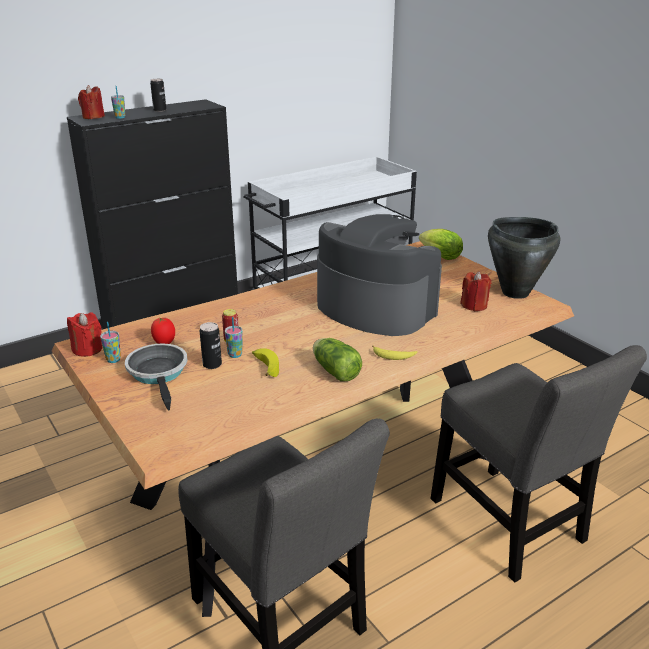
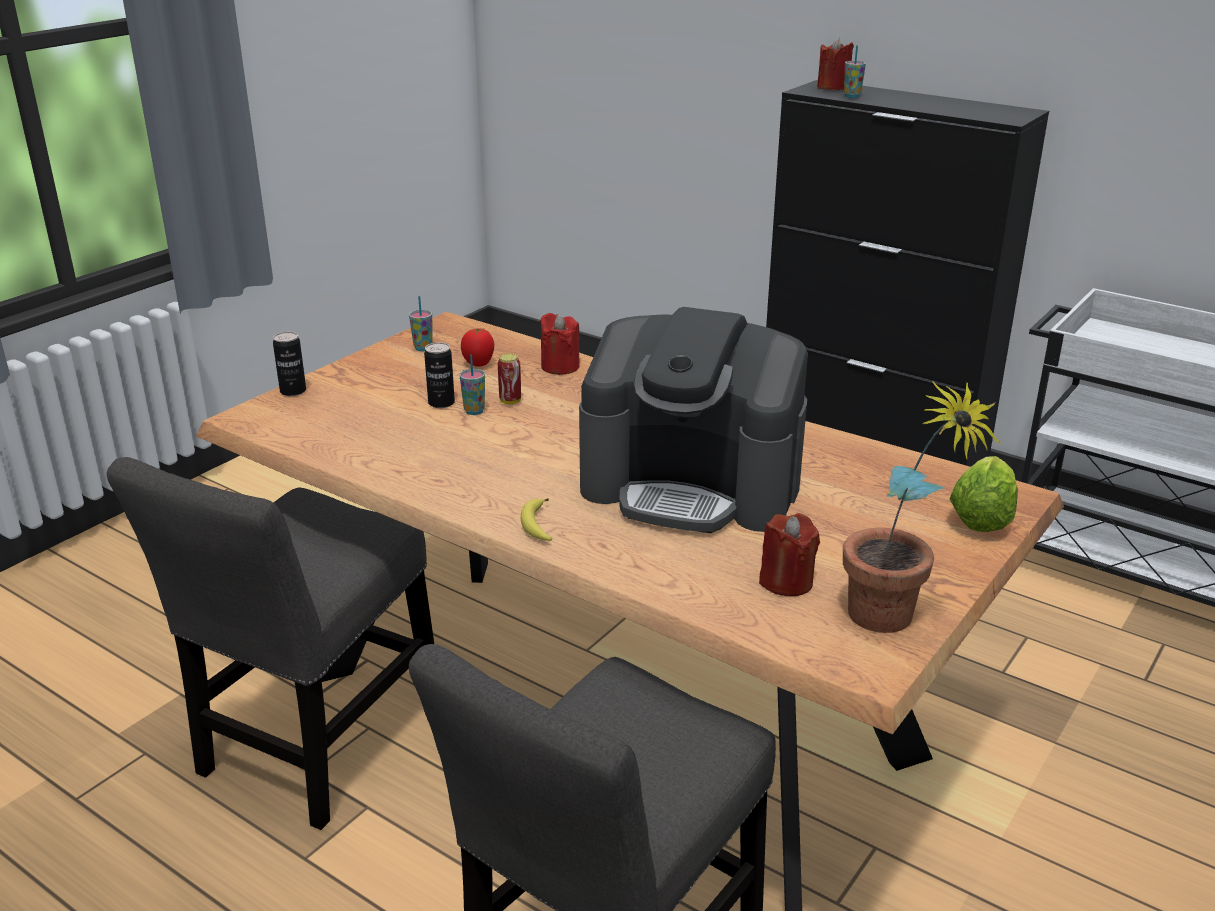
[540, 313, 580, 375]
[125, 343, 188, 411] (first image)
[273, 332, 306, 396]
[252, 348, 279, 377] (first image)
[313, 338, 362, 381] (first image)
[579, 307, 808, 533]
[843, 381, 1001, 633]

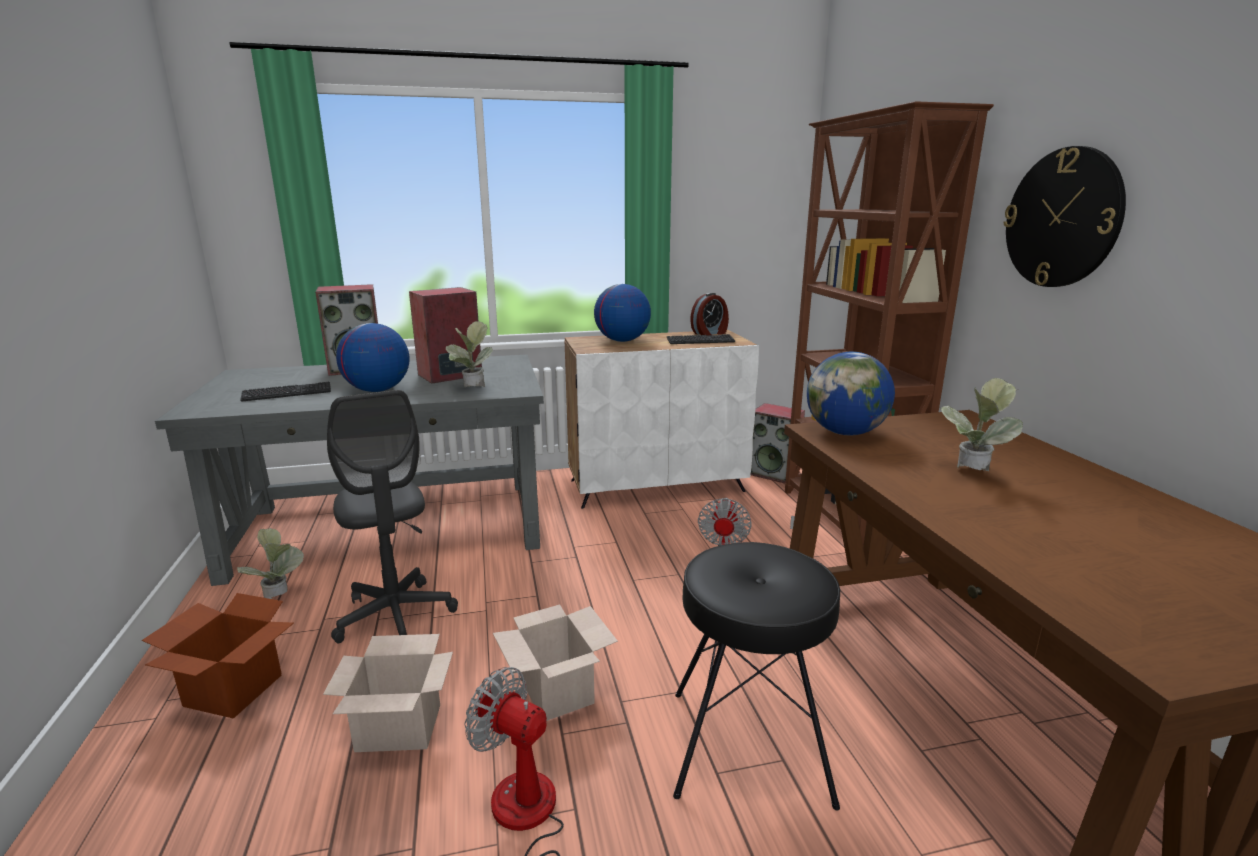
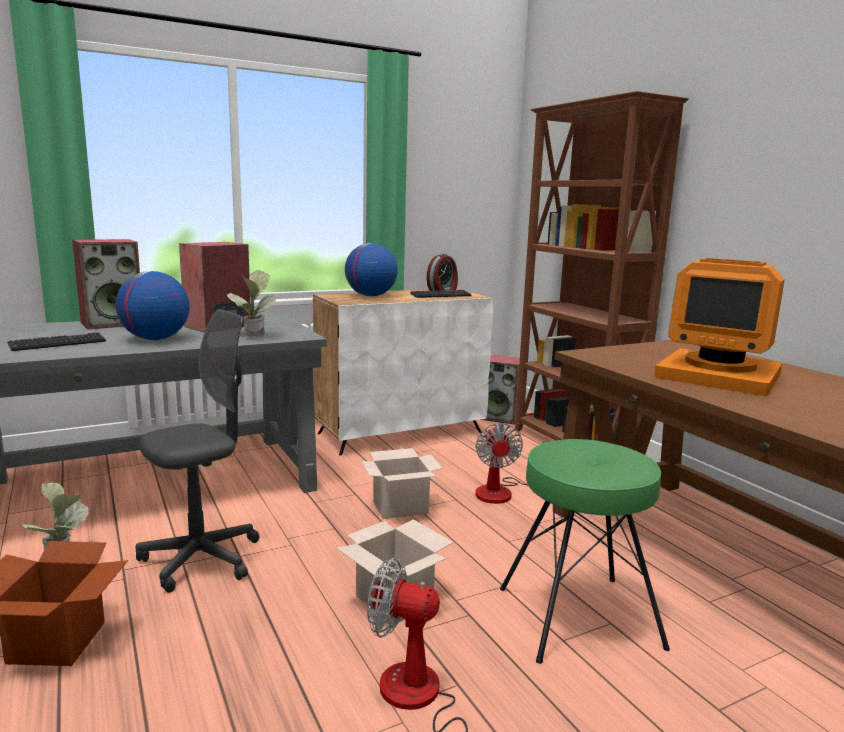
[361, 448, 443, 519]
[136, 309, 259, 593]
[500, 439, 670, 664]
[807, 352, 895, 435] (first image)
[654, 258, 785, 396]
[1003, 146, 1126, 287] (first image)

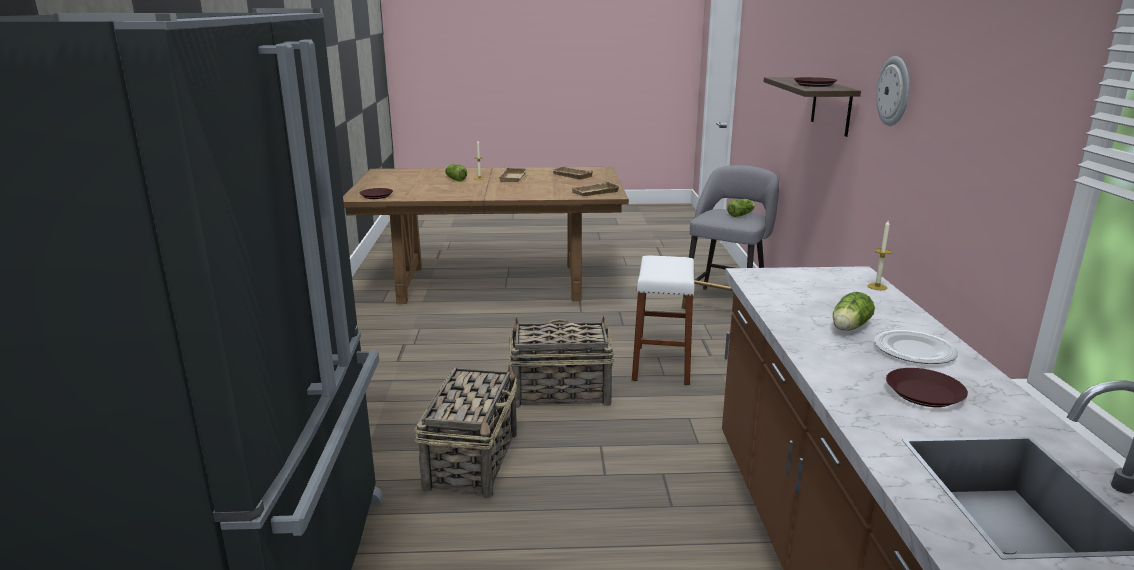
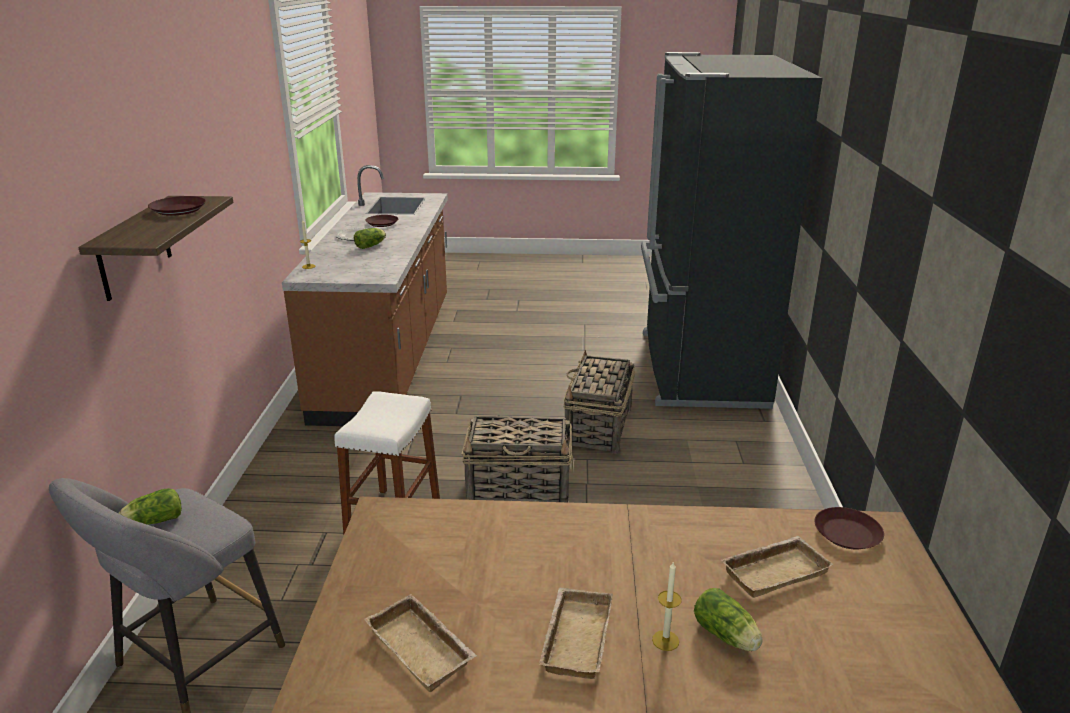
[720, 536, 834, 598]
[876, 56, 909, 126] (first image)

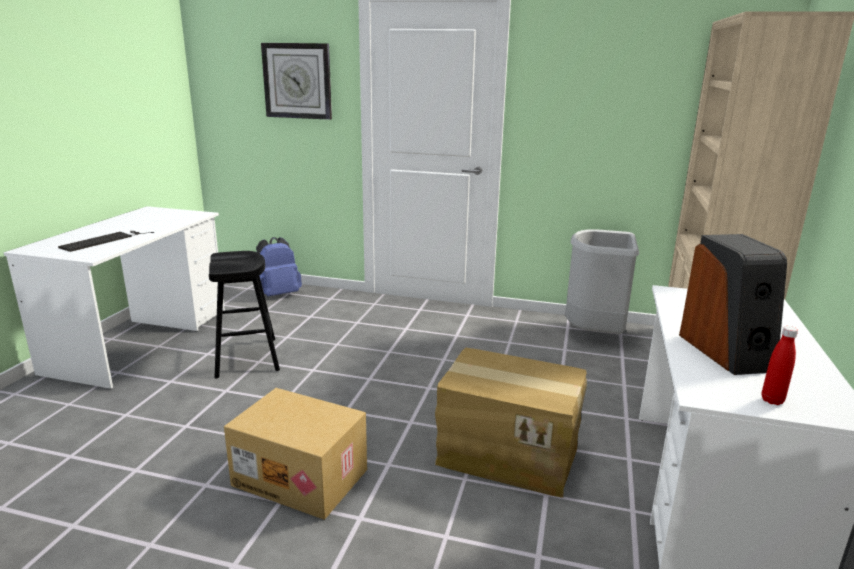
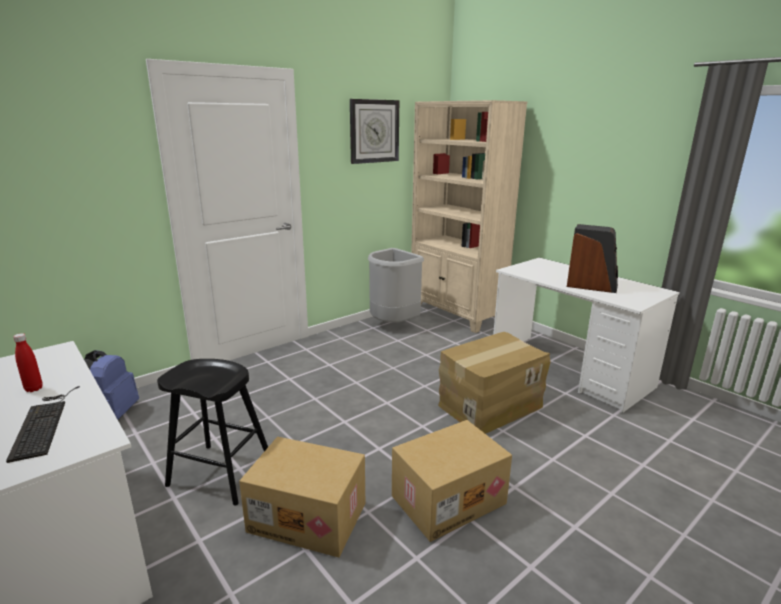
[350, 99, 399, 164]
[13, 333, 43, 392]
[239, 437, 365, 558]

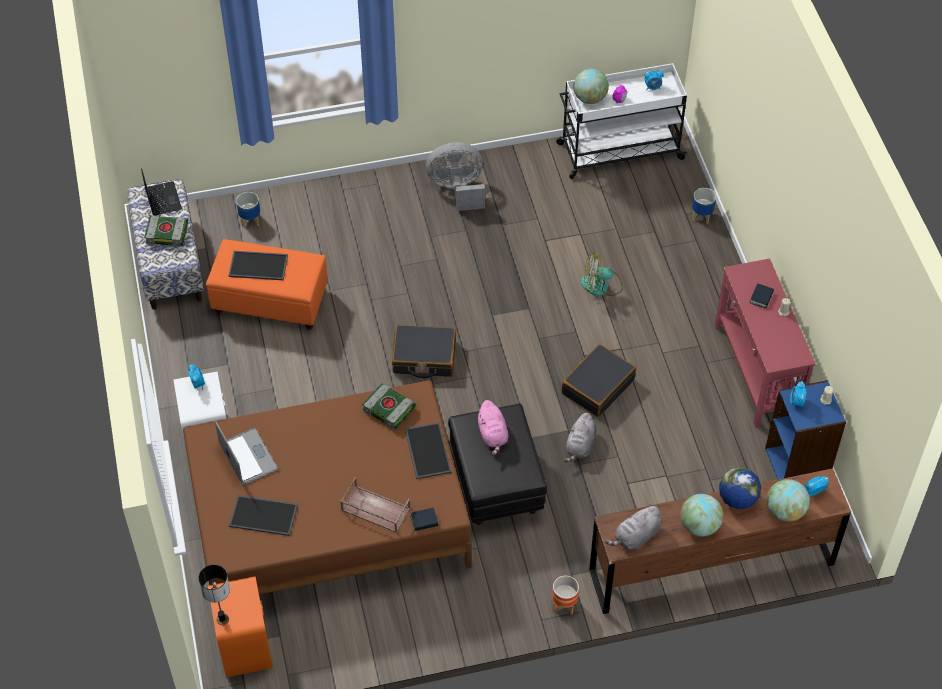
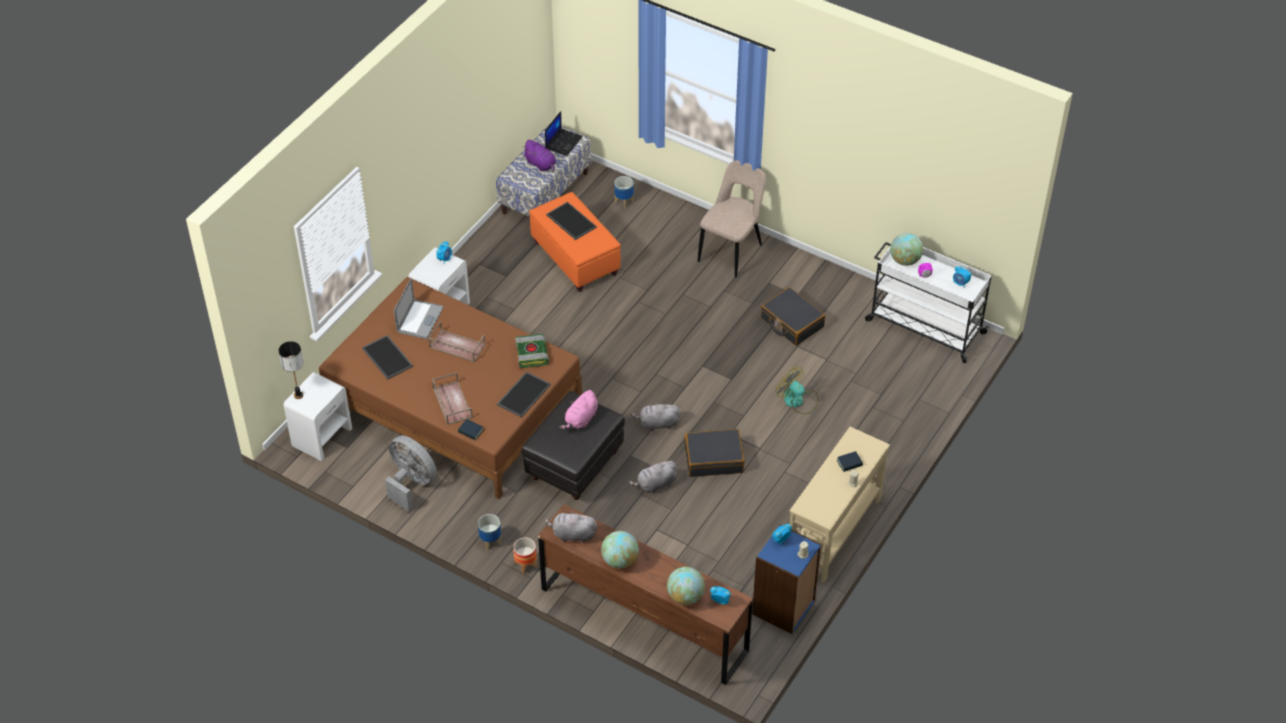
[522, 140, 556, 173]
[283, 372, 352, 461]
[761, 287, 825, 346]
[385, 435, 437, 512]
[478, 514, 501, 550]
[789, 427, 890, 582]
[719, 467, 761, 509] (first image)
[428, 321, 486, 362]
[631, 401, 681, 431]
[698, 160, 766, 278]

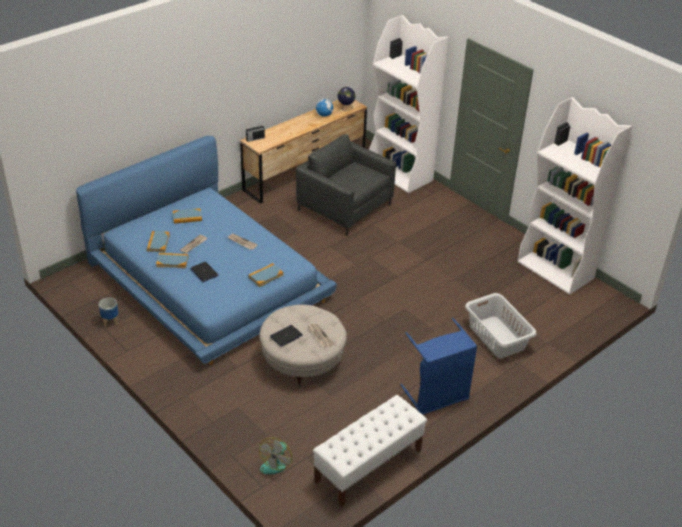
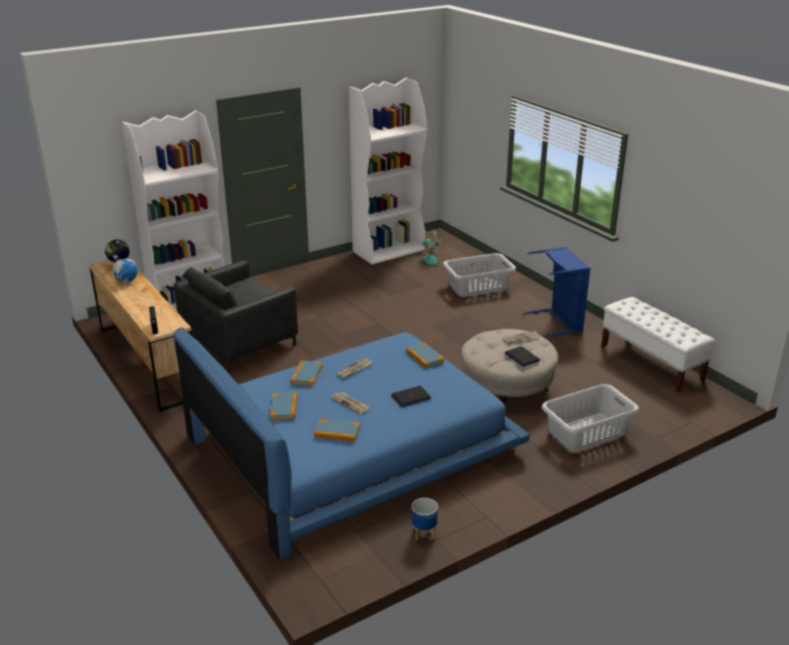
[290, 360, 323, 386]
[412, 229, 444, 266]
[541, 384, 639, 452]

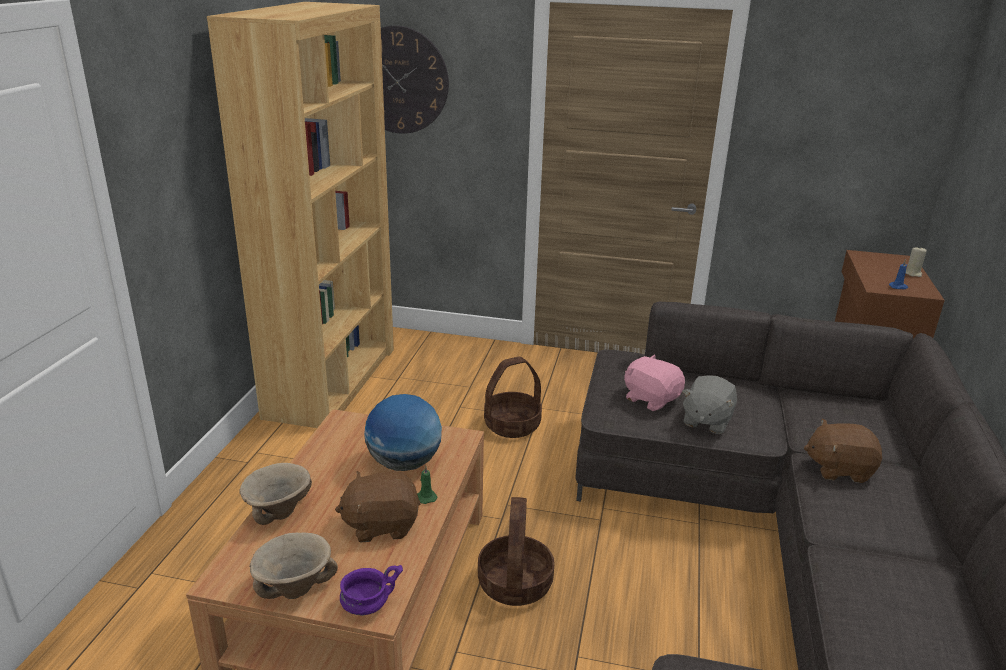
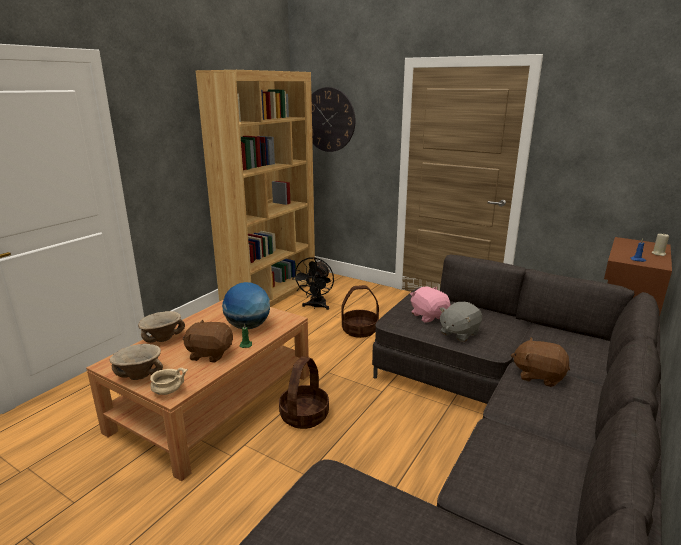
[150, 368, 188, 395]
[292, 257, 334, 310]

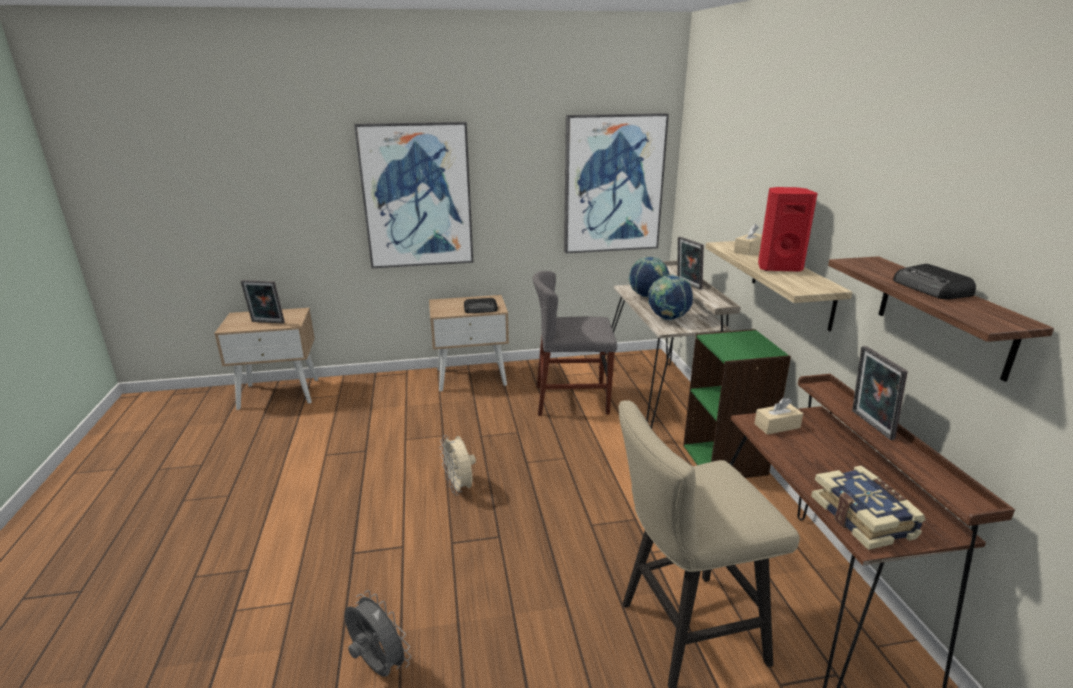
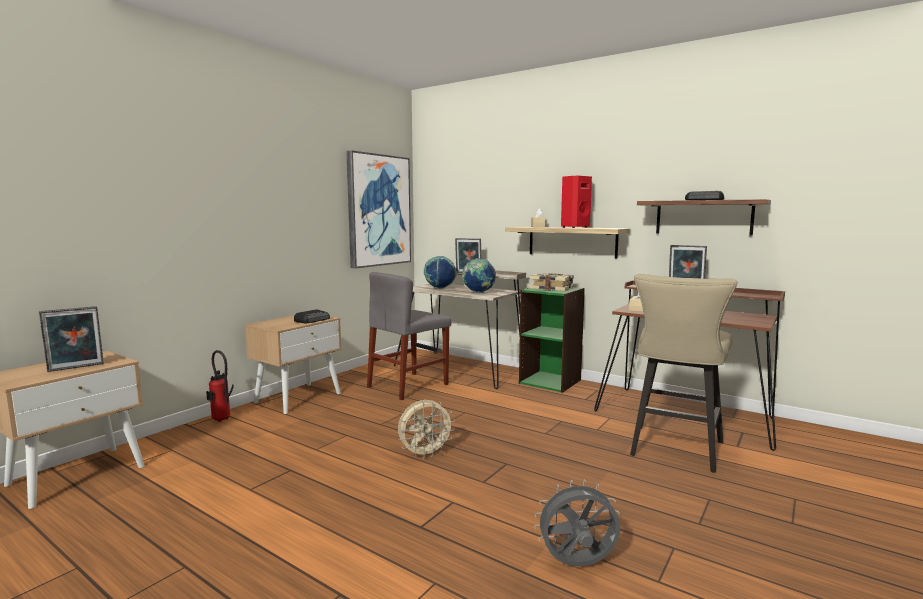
[354, 122, 473, 268] (first image)
[398, 400, 455, 459]
[529, 273, 574, 291]
[206, 350, 234, 422]

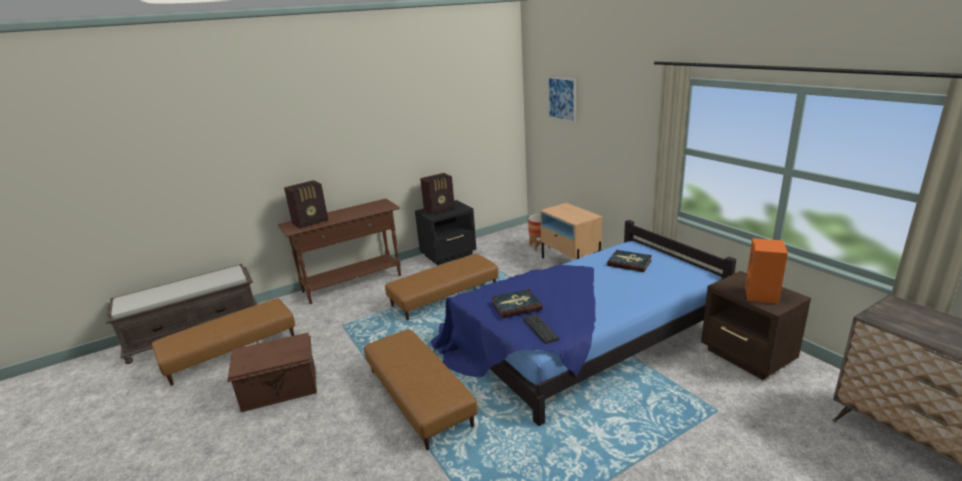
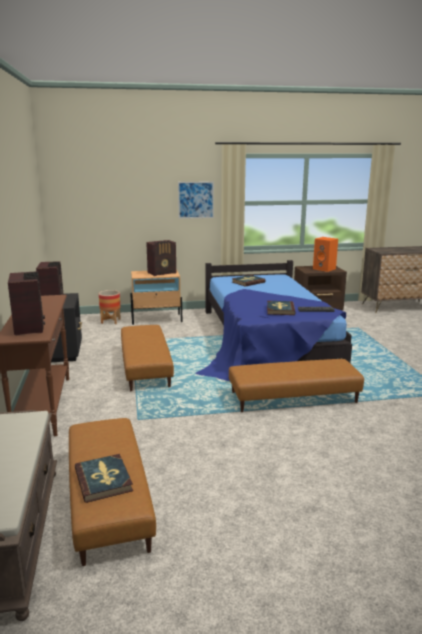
[227, 333, 317, 412] (first image)
[178, 181, 214, 219]
[75, 454, 133, 503]
[146, 240, 176, 276]

